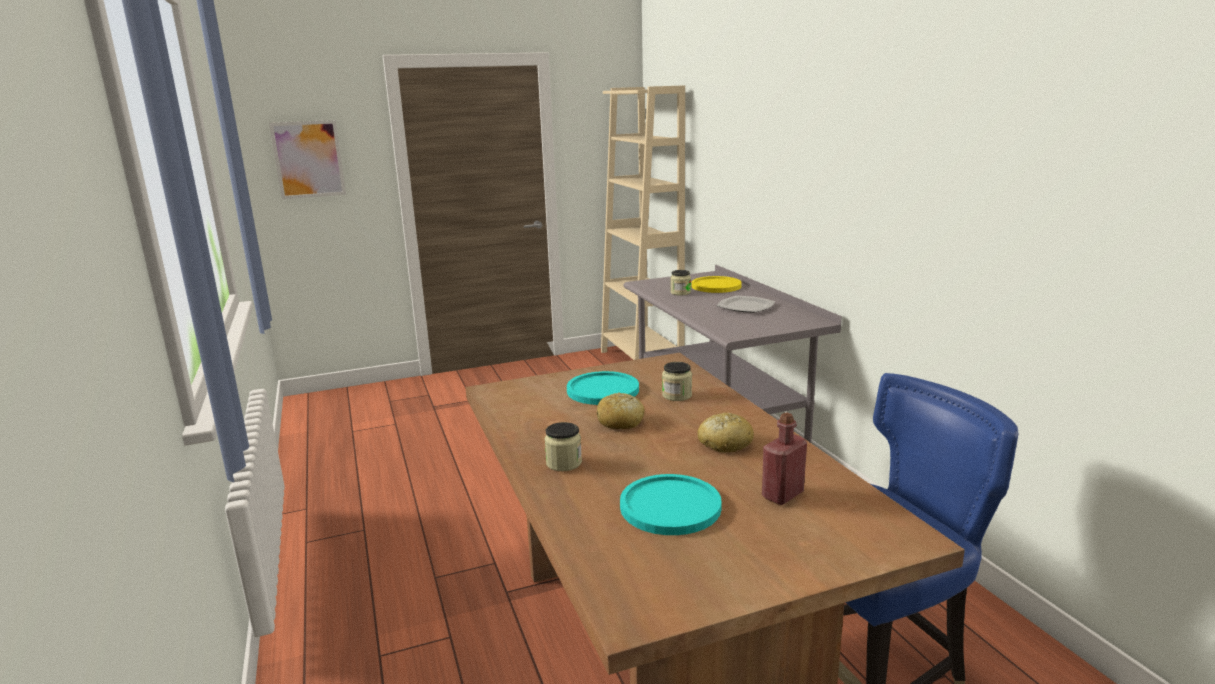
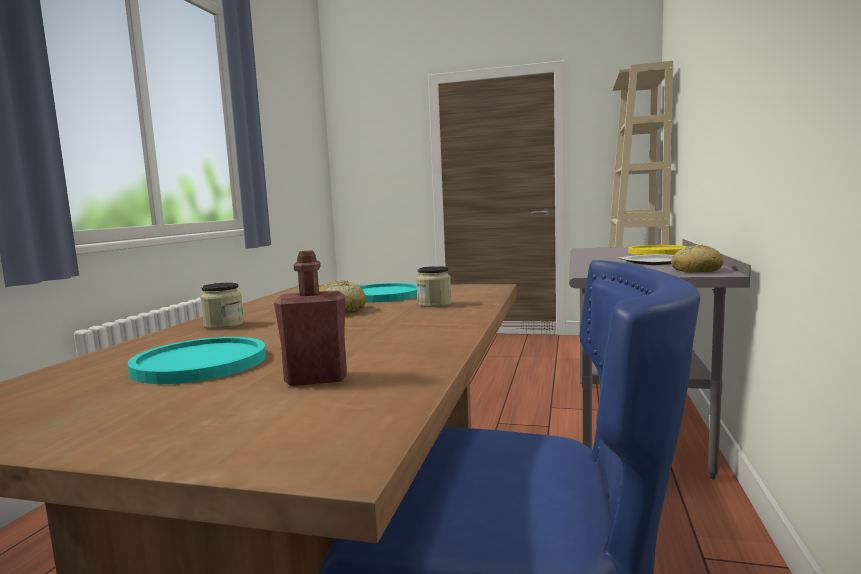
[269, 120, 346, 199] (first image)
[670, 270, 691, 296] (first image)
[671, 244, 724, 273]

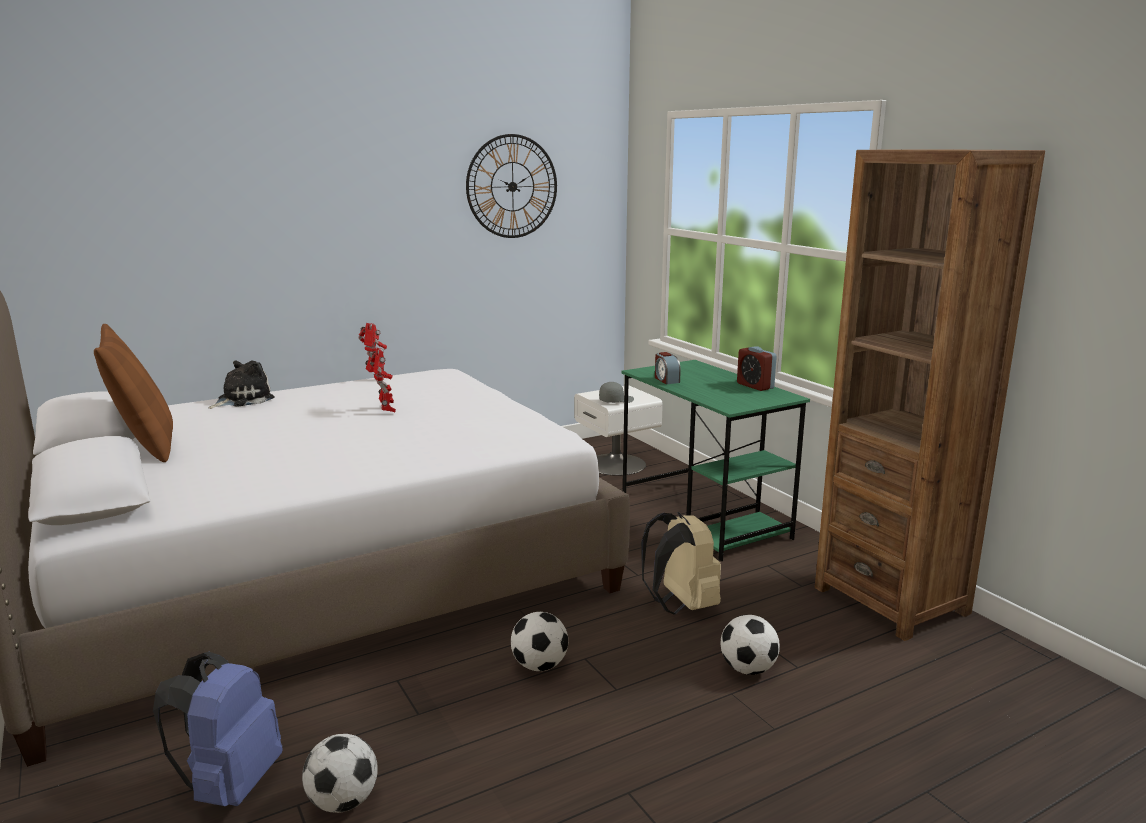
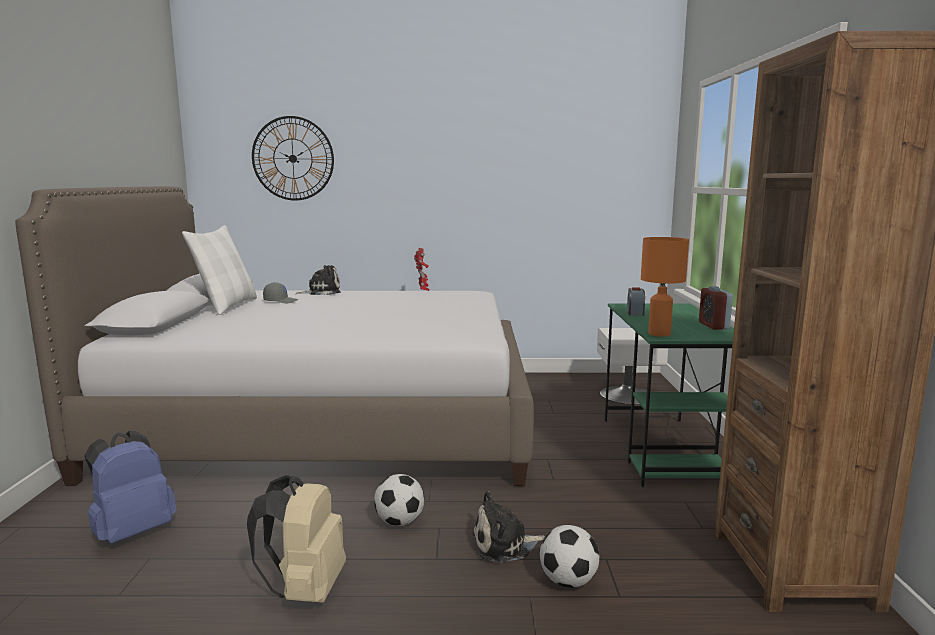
[182, 225, 257, 315]
[302, 734, 378, 813] (first image)
[370, 347, 396, 412] (first image)
[252, 116, 334, 201]
[263, 282, 298, 303]
[247, 475, 346, 603]
[472, 491, 545, 563]
[641, 237, 689, 337]

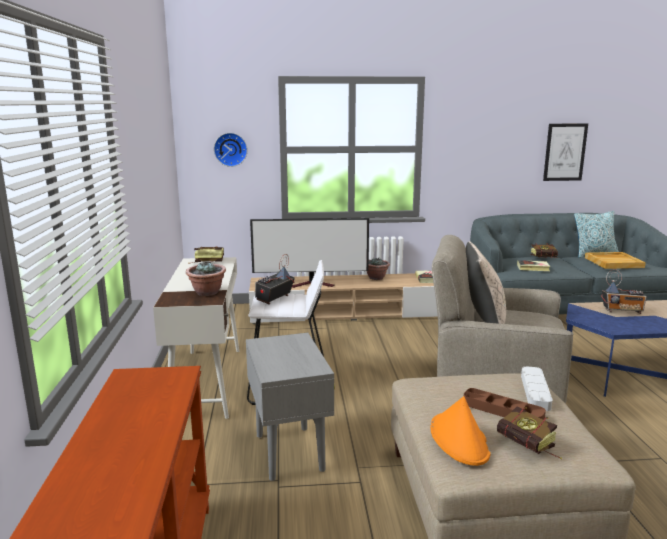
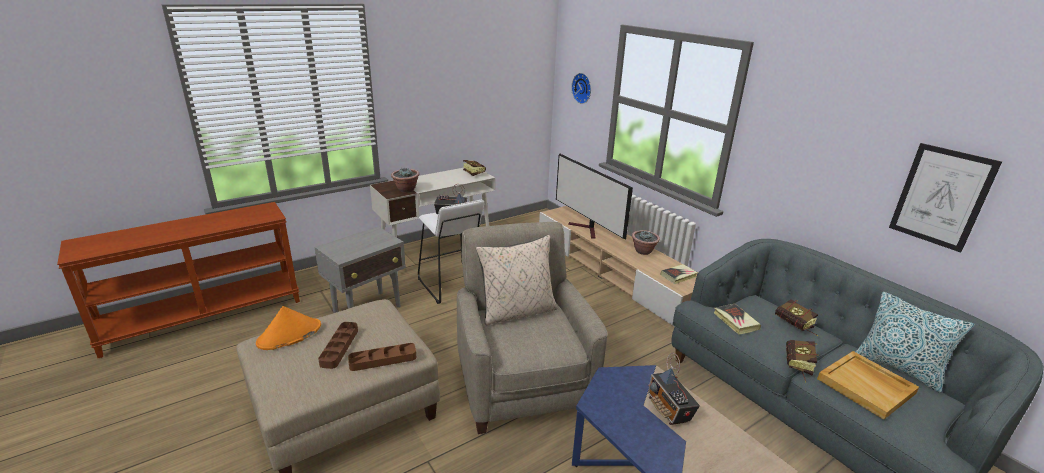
[786, 340, 819, 383]
[348, 343, 416, 371]

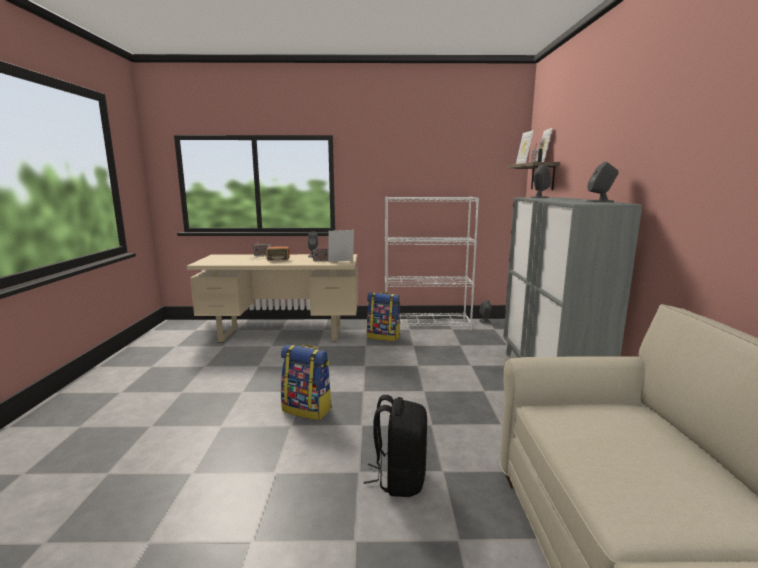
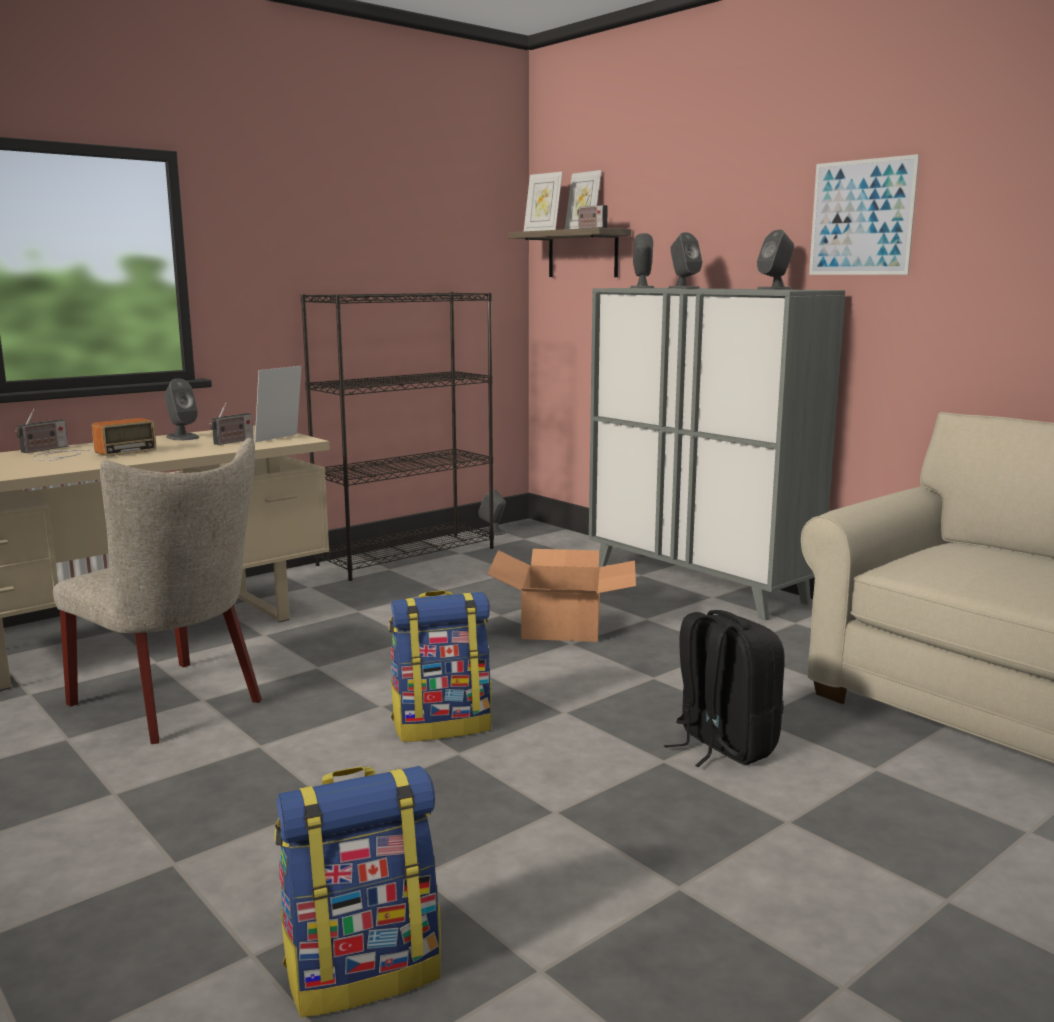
[274, 766, 441, 1018]
[301, 292, 494, 581]
[53, 438, 262, 744]
[487, 549, 636, 642]
[668, 232, 702, 289]
[809, 154, 919, 275]

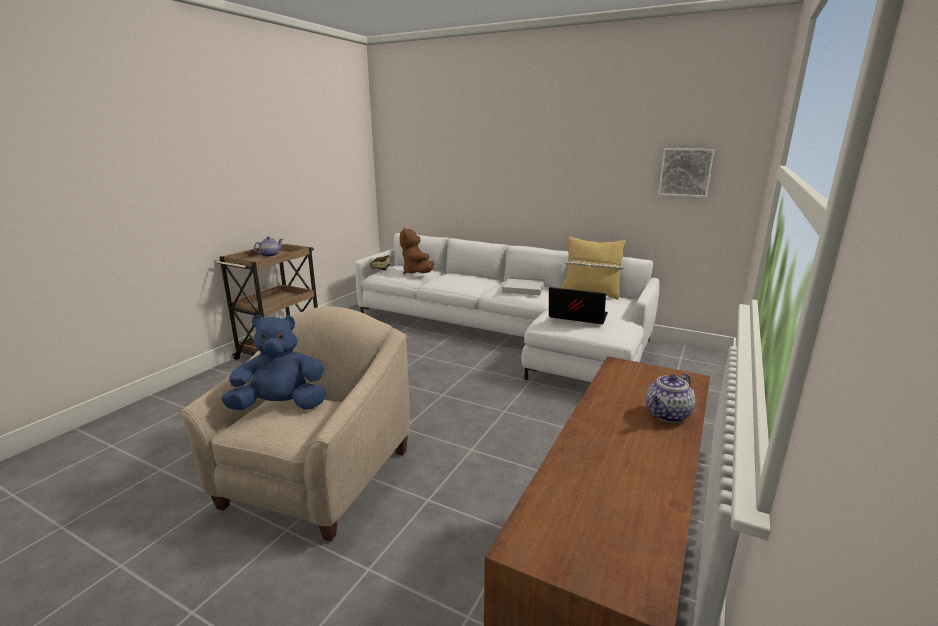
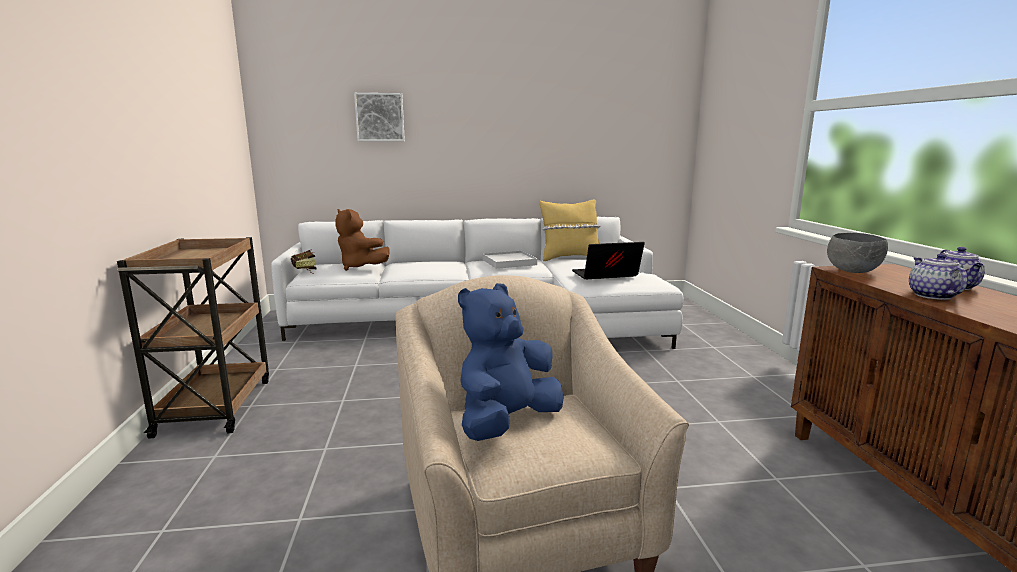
[909, 253, 968, 300]
[354, 93, 405, 141]
[827, 233, 888, 273]

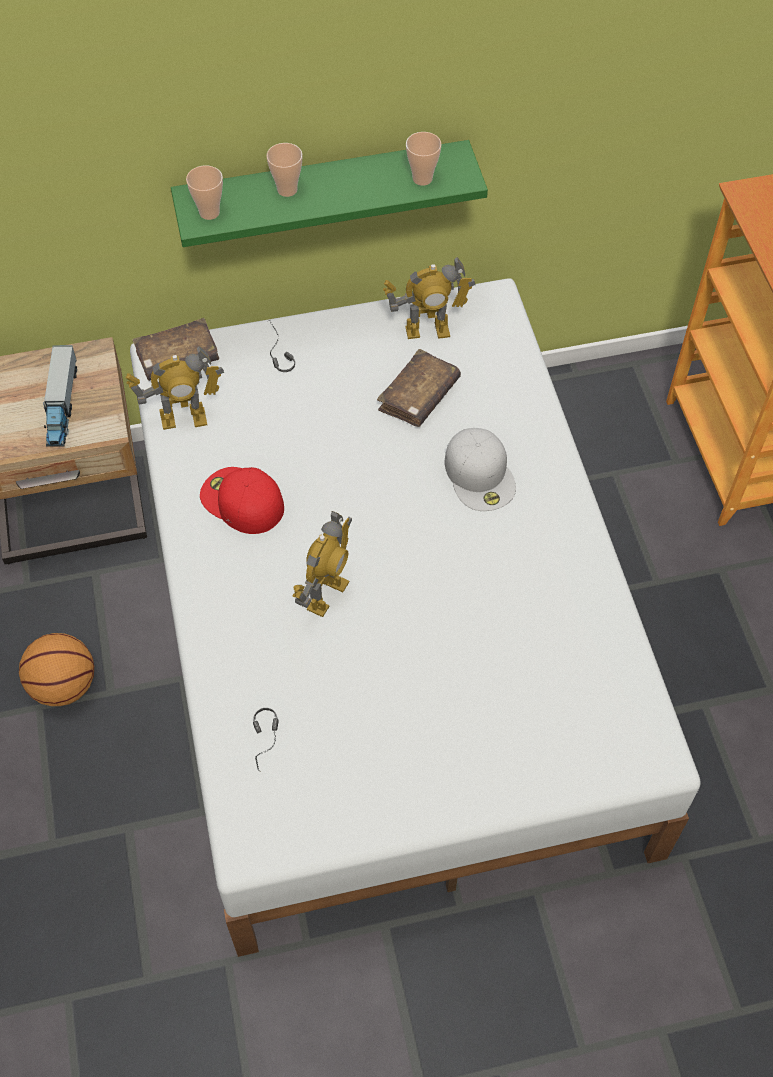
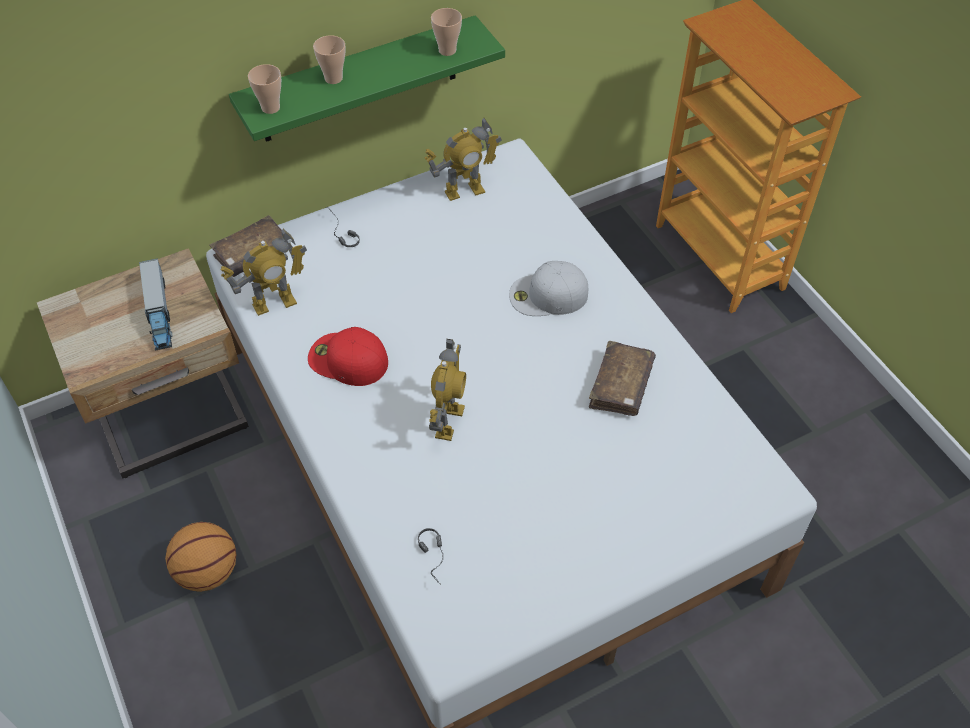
[589, 341, 656, 416]
[509, 261, 588, 316]

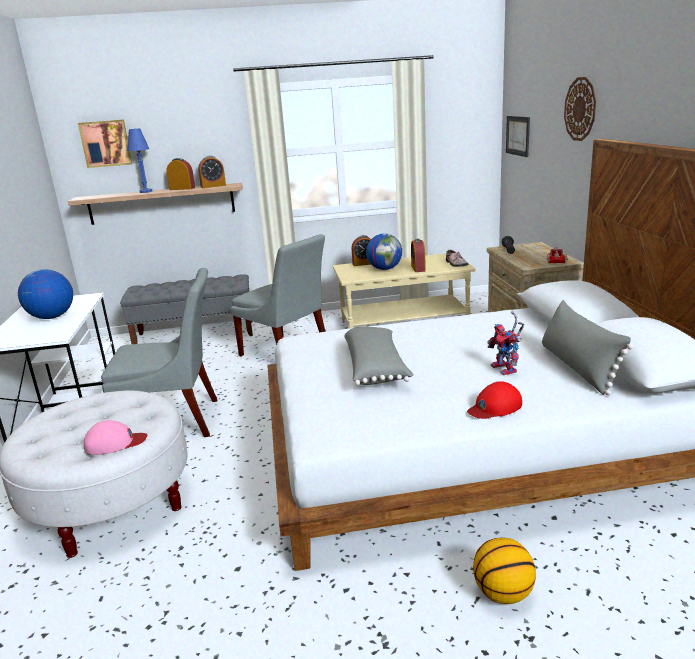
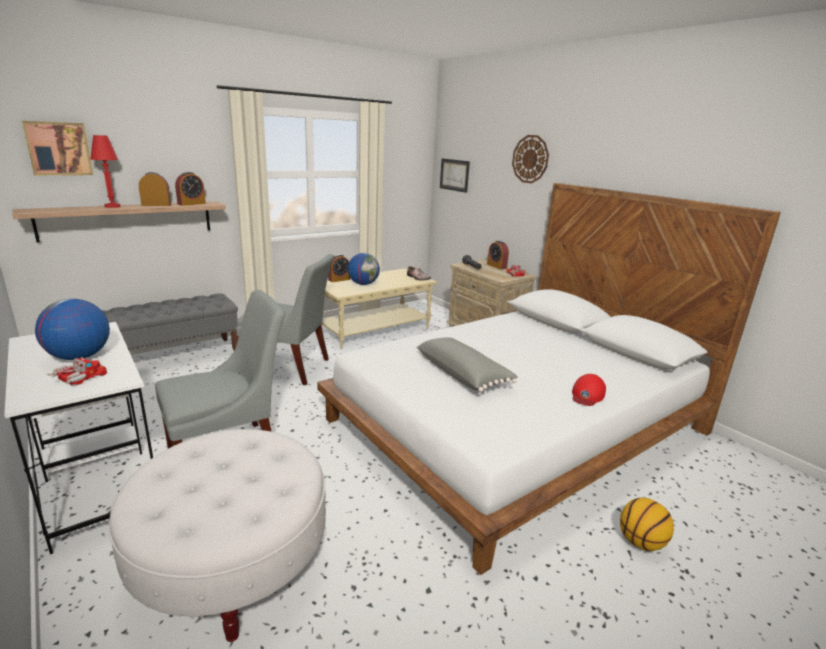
[84, 420, 147, 455] (first image)
[90, 135, 121, 208]
[487, 241, 509, 269]
[487, 311, 524, 375] (first image)
[542, 300, 634, 395] (first image)
[45, 357, 107, 385]

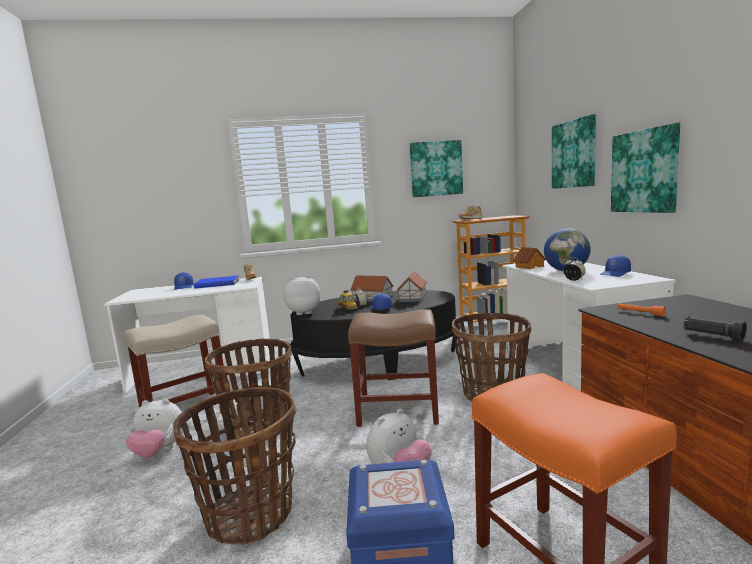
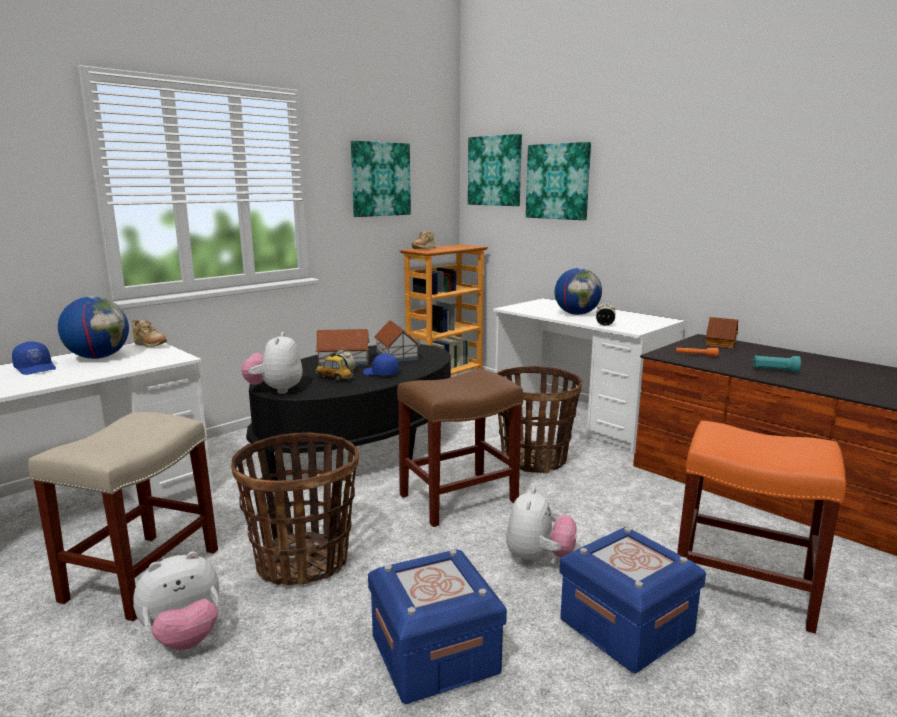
[368, 549, 507, 704]
[58, 297, 129, 359]
[241, 332, 302, 394]
[706, 317, 739, 348]
[600, 255, 631, 277] (first image)
[468, 134, 522, 206]
[753, 355, 801, 373]

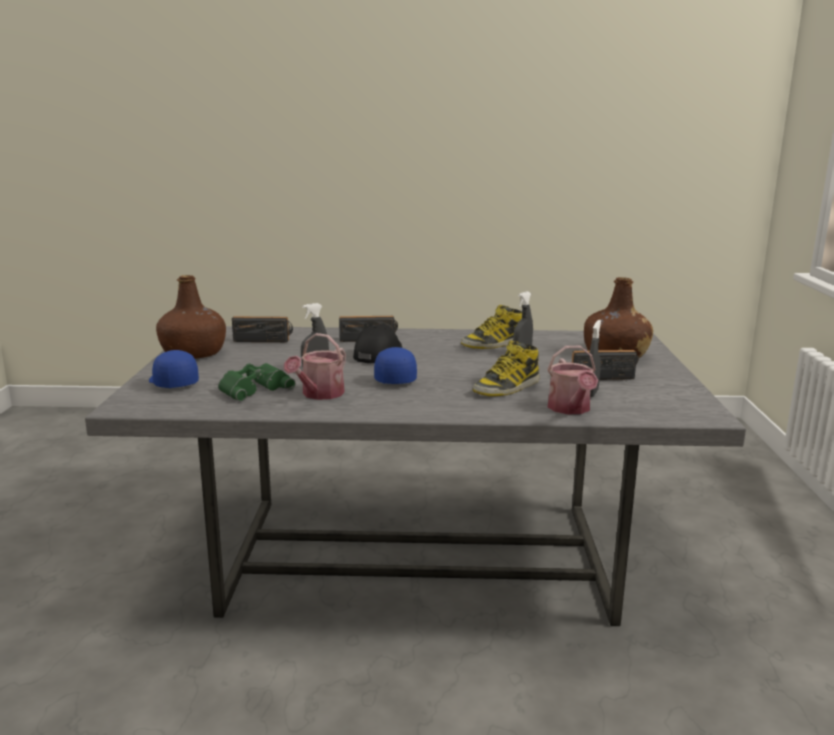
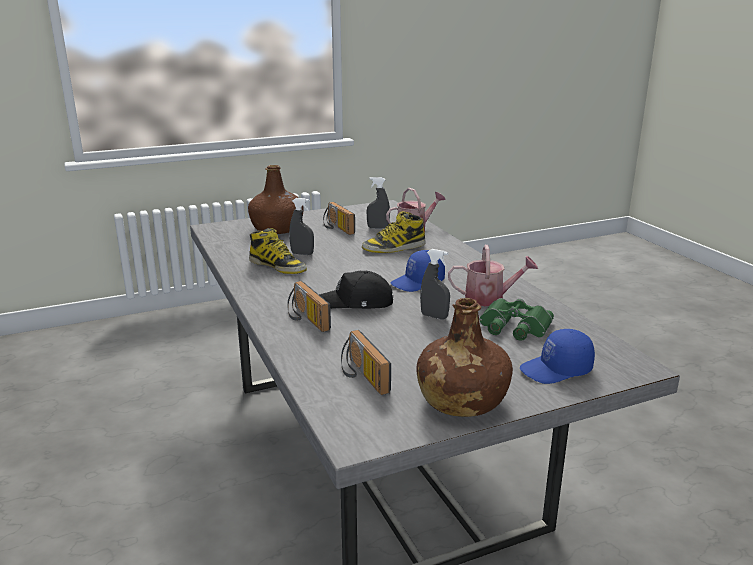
[520, 329, 595, 384]
[362, 211, 426, 253]

